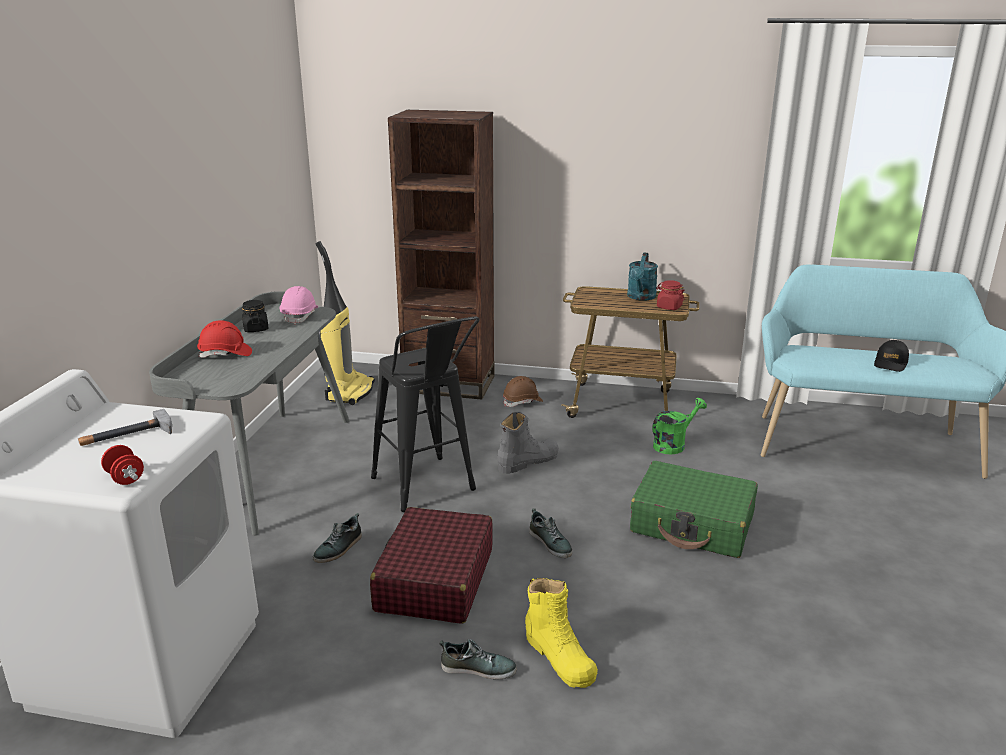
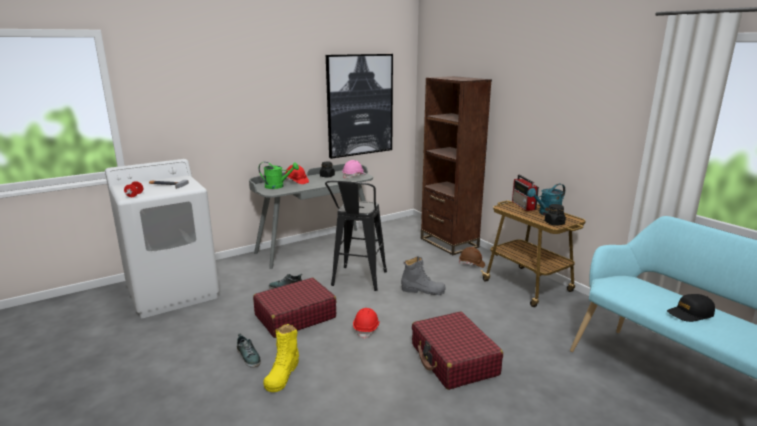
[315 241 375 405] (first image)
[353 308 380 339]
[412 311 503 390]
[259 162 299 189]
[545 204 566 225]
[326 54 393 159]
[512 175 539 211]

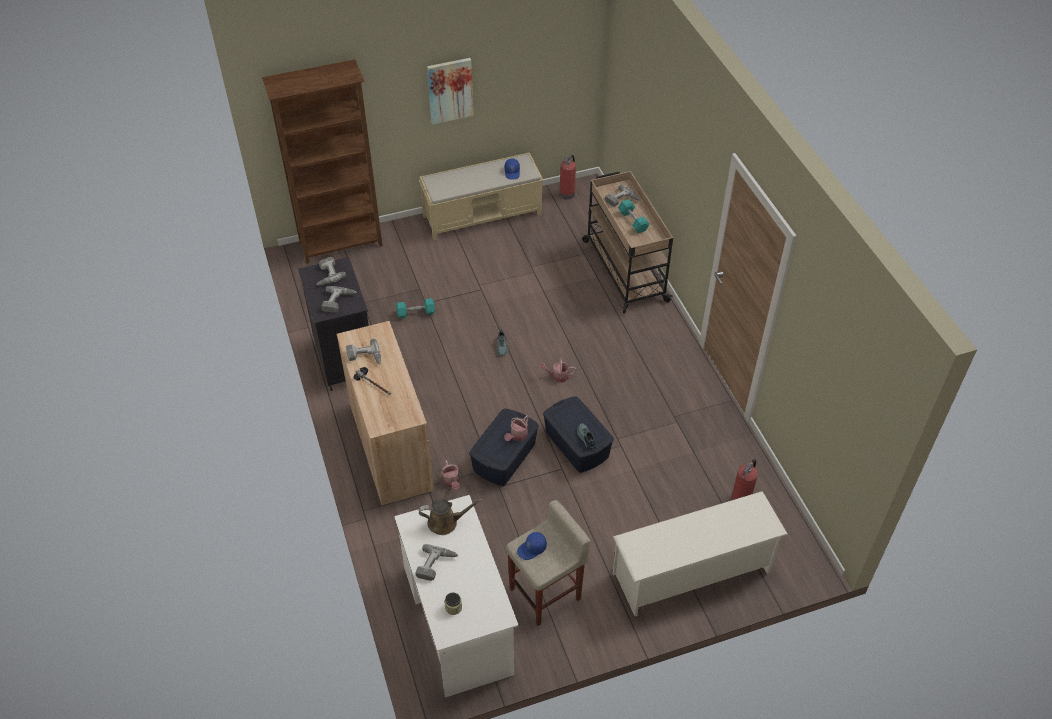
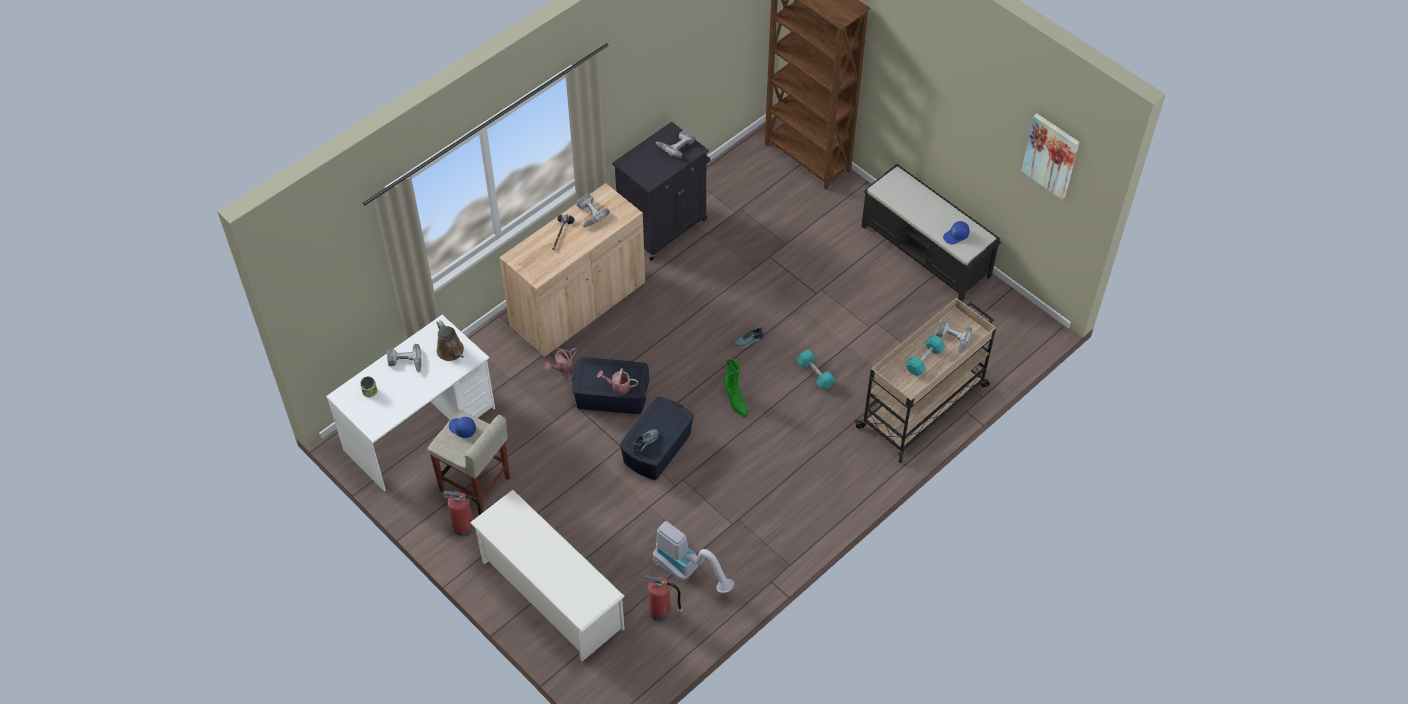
[321 286 357 312] (first image)
[797 350 835 390]
[861 164 1001 301]
[1021 114 1079 199]
[723 359 748 418]
[443 490 481 537]
[653 521 734 593]

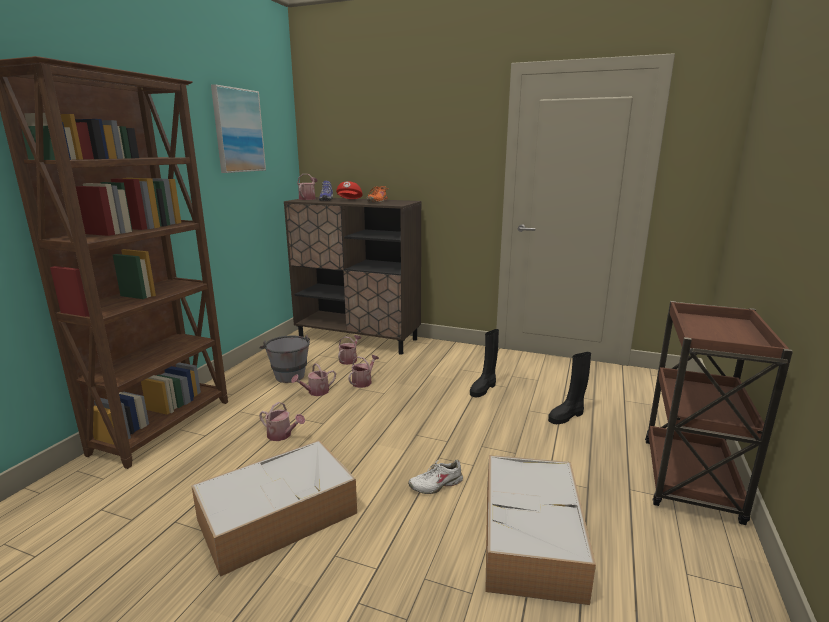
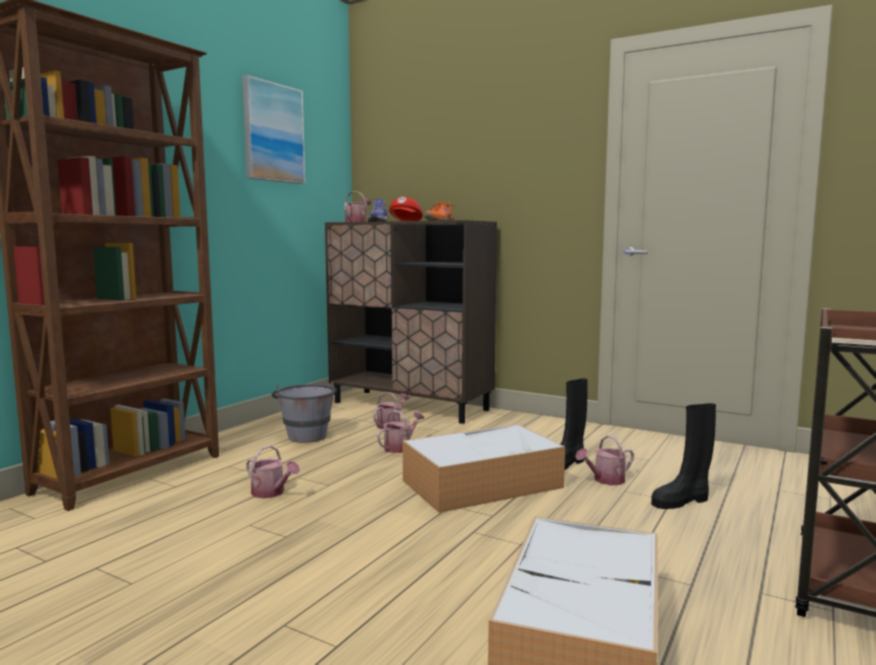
[403 424 565 513]
[575 435 634 485]
[408 459 463 494] (first image)

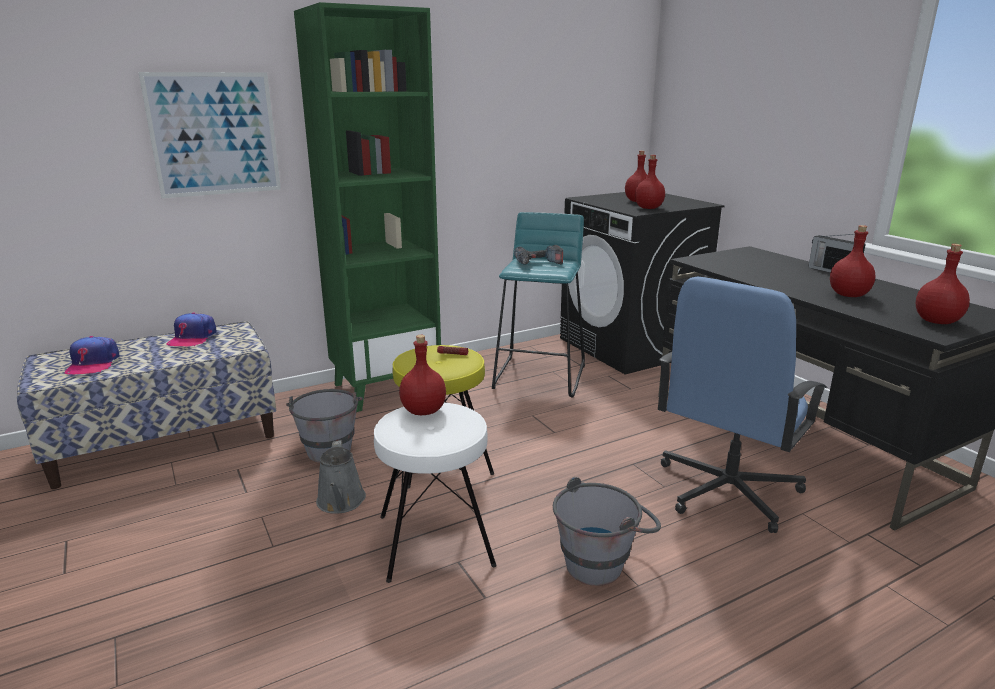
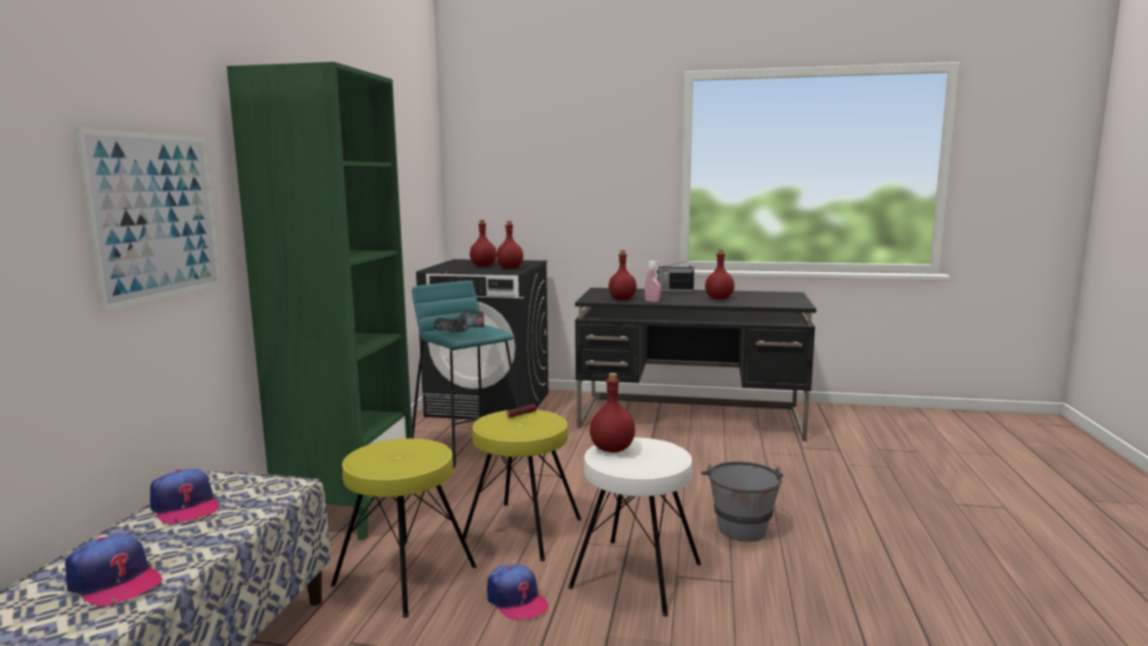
[331 438 477 618]
[487 564 549 620]
[658 277 828 533] (first image)
[608 250 637 300]
[645 261 661 302]

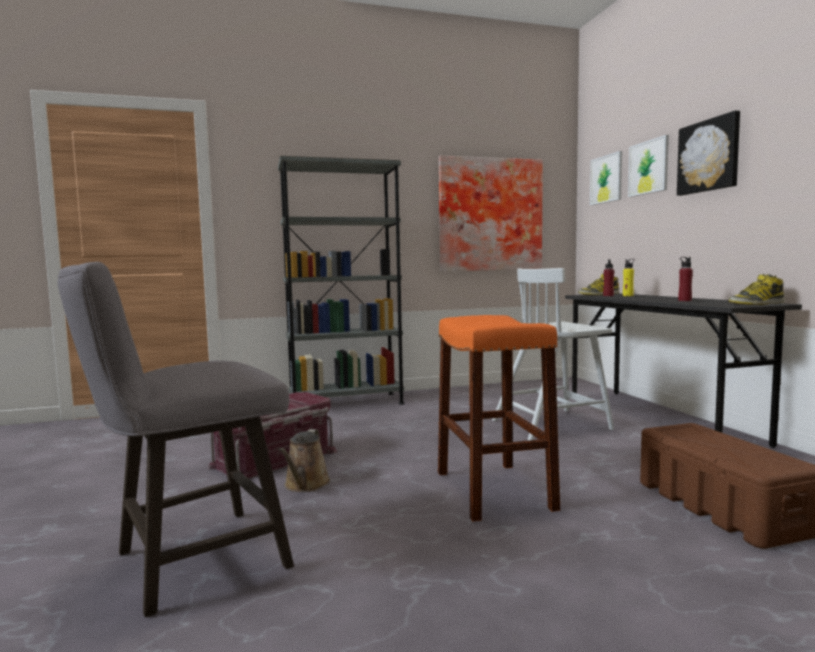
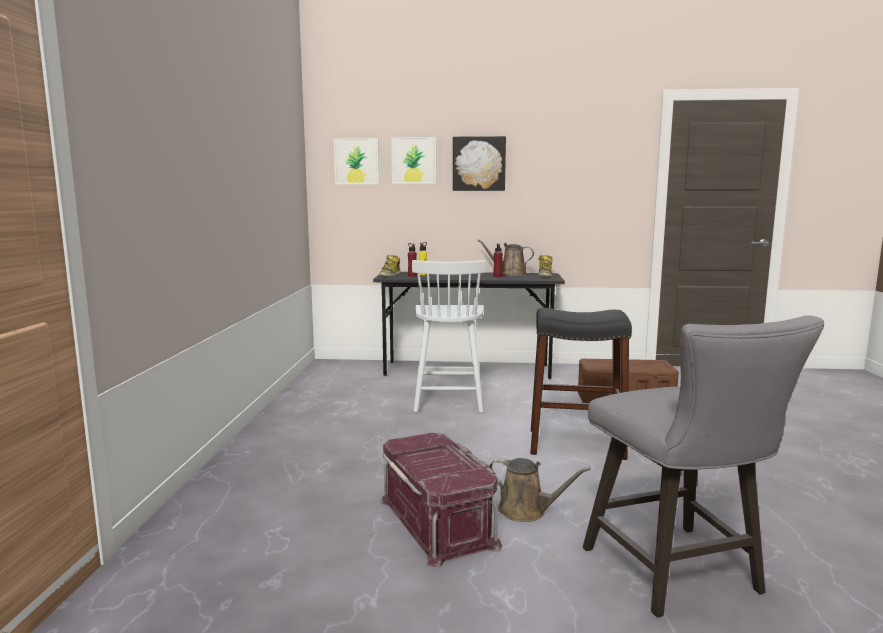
[278 156 405 405] (first image)
[531 308 632 460]
[439 156 543 271] (first image)
[477 239 534 276]

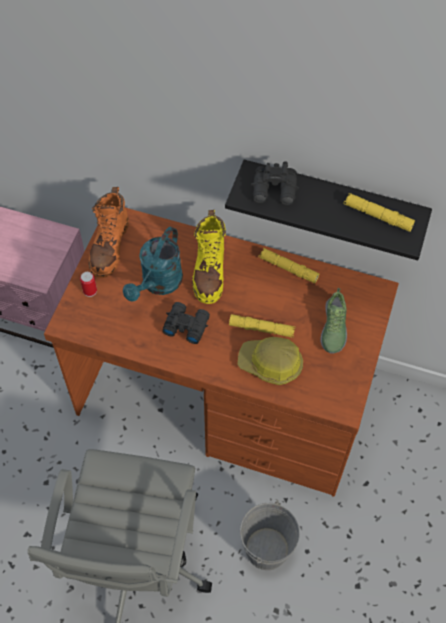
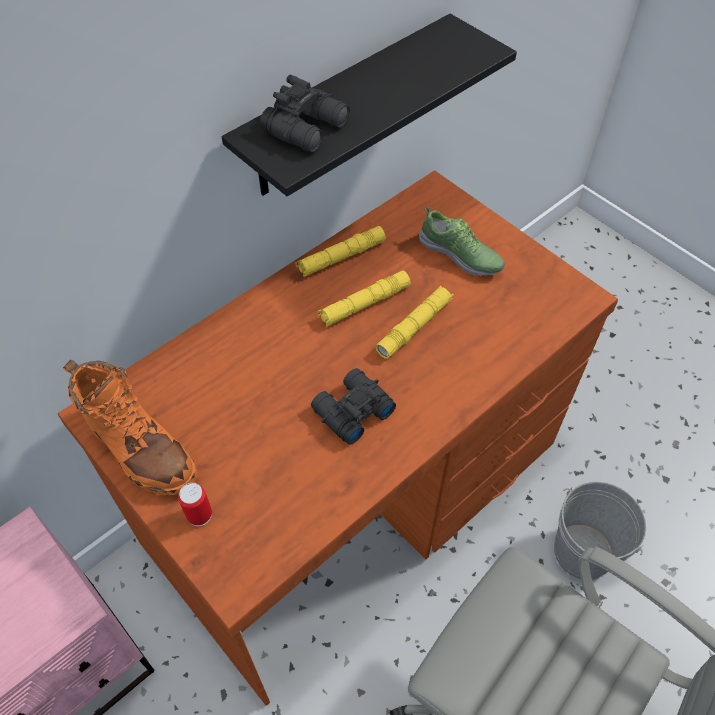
[123 227 183 302] (first image)
[192 210 226 304] (first image)
[237 337 303 385] (first image)
[317 270 411 327]

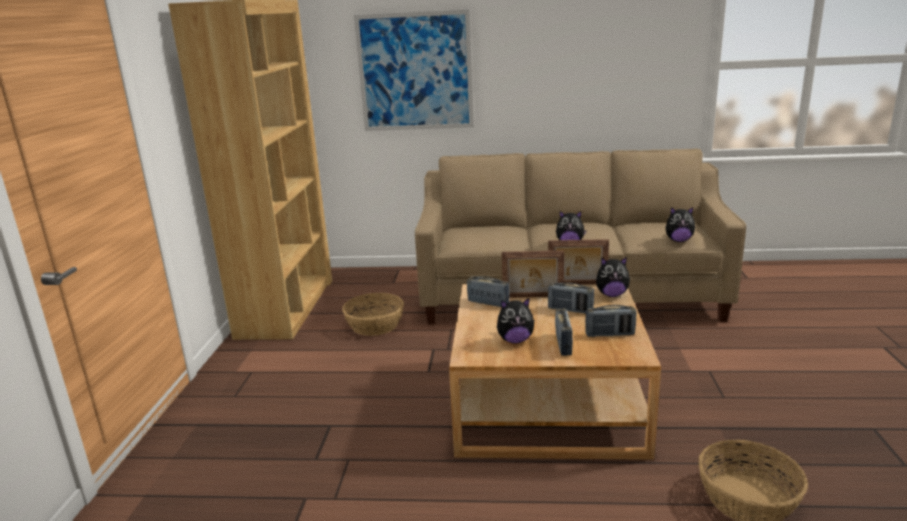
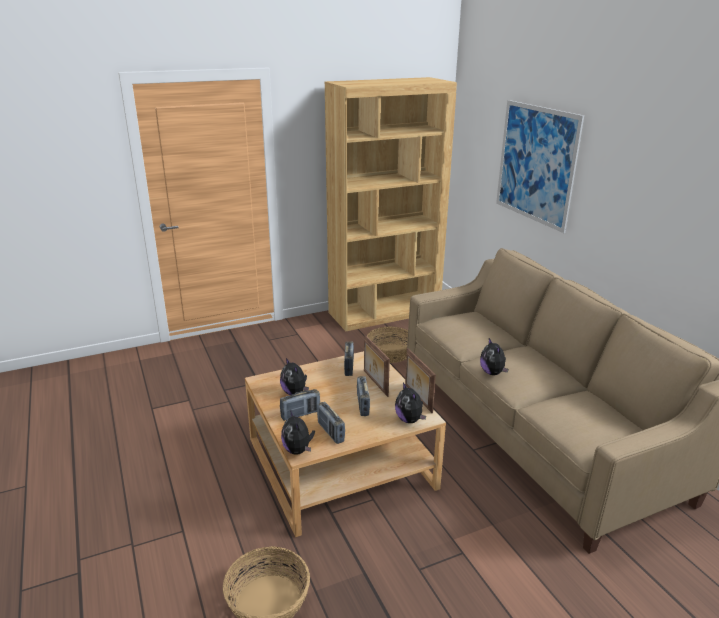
[281 410 315 455]

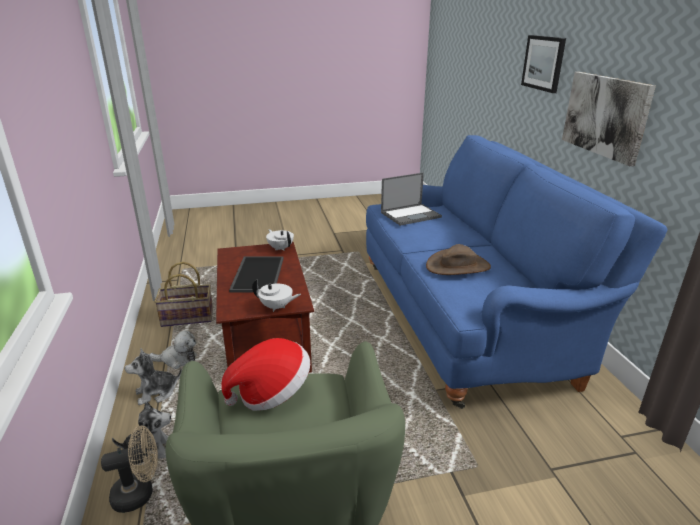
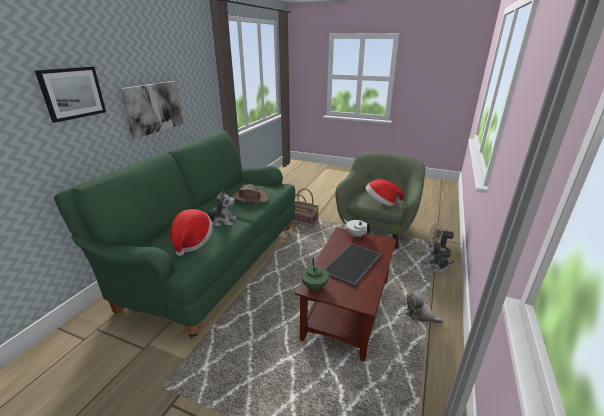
[203 189 237 226]
[293 188 319 227]
[301 258 329 292]
[54 131 295 338]
[170 209 213 256]

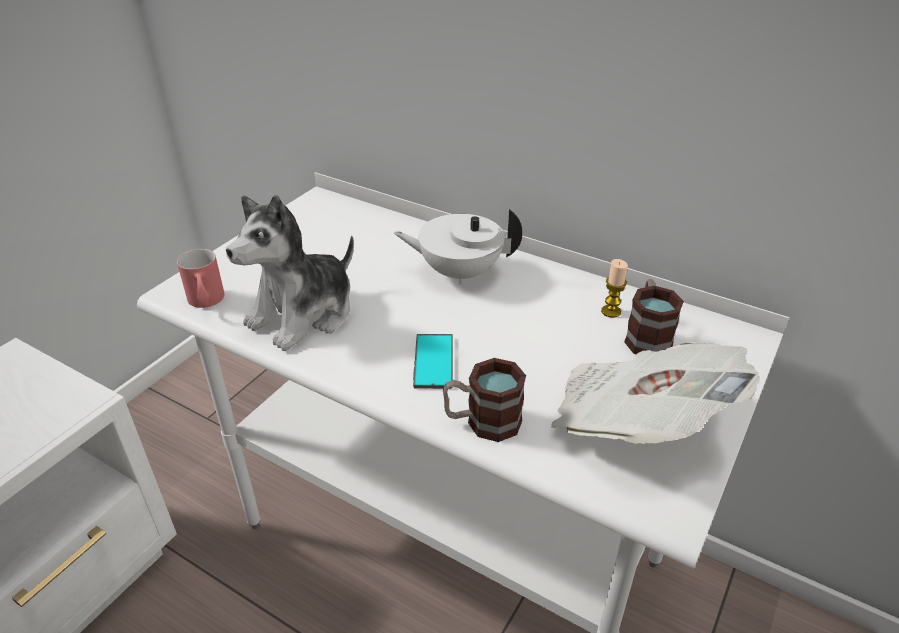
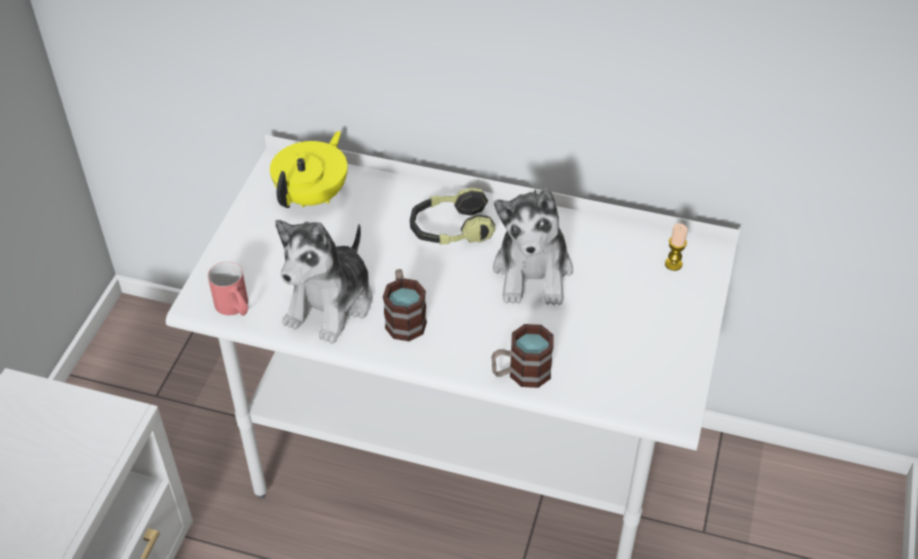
[410 187 496 245]
[413 334 453 389] (first image)
[551 342 760 444] (first image)
[665 223 688 271]
[383 269 427 341]
[270 131 347 208]
[493 188 573 305]

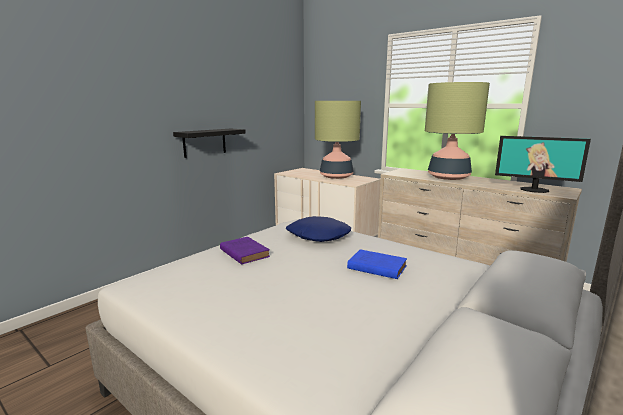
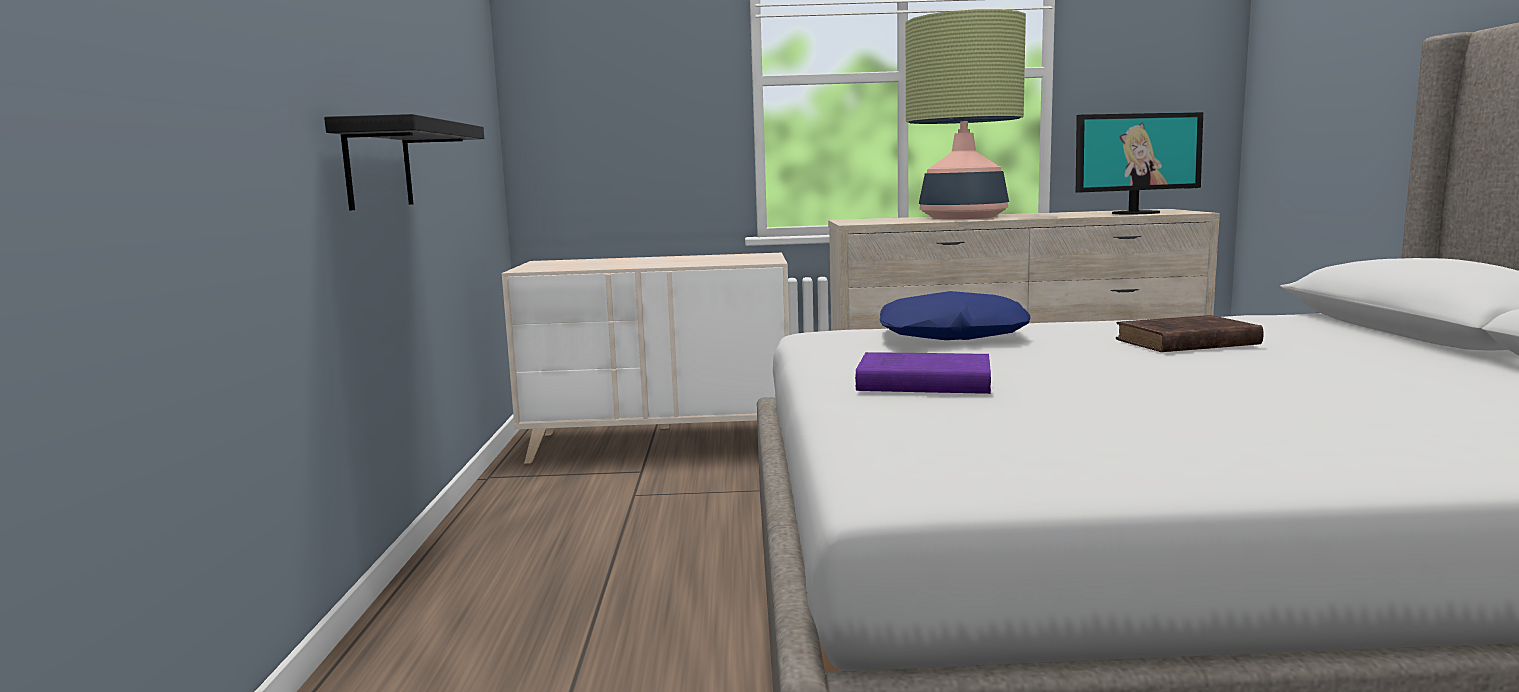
[315 101 361 179] (first image)
[1116 315 1264 352]

